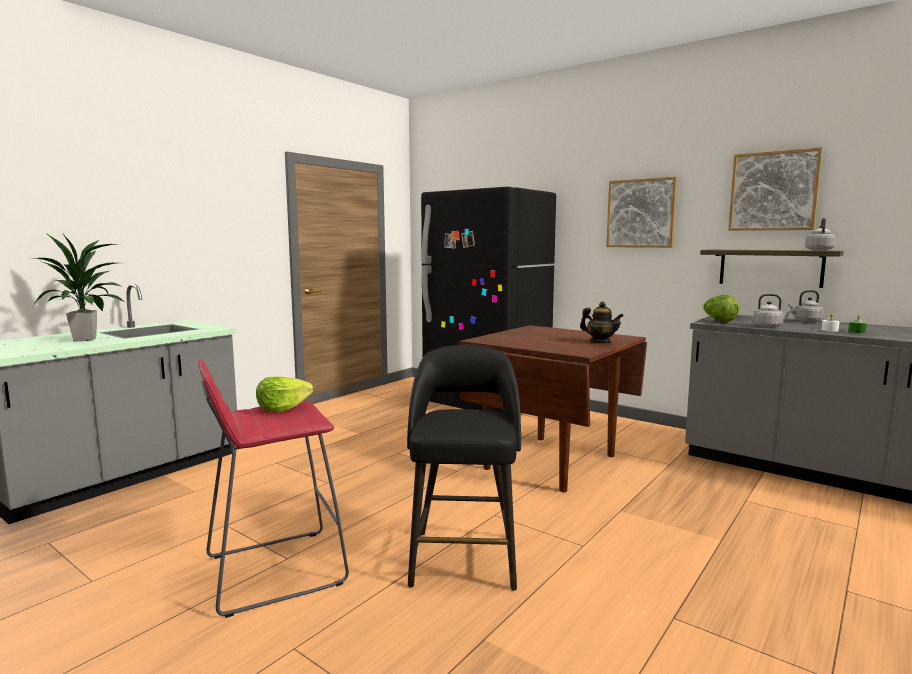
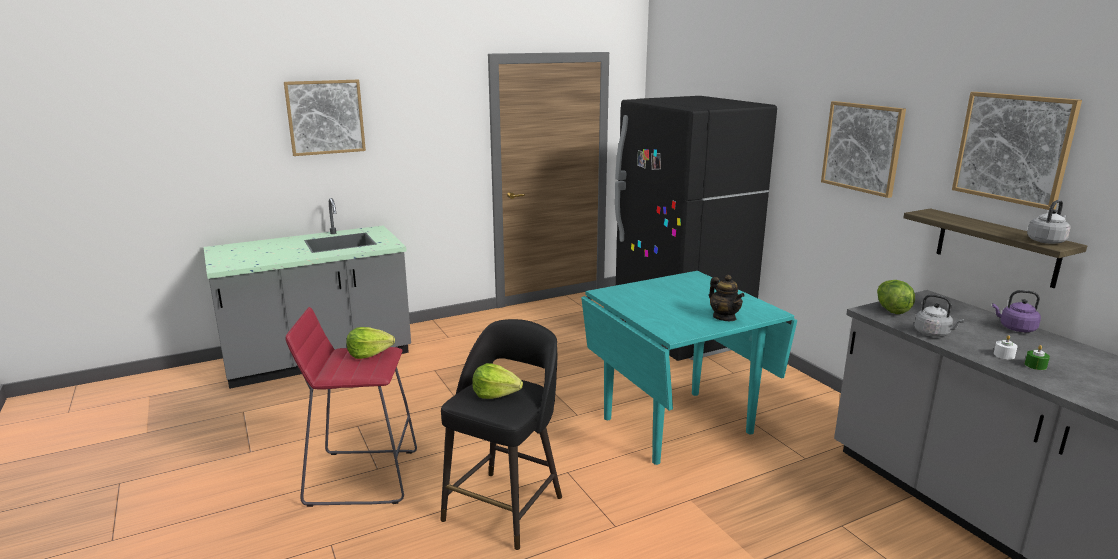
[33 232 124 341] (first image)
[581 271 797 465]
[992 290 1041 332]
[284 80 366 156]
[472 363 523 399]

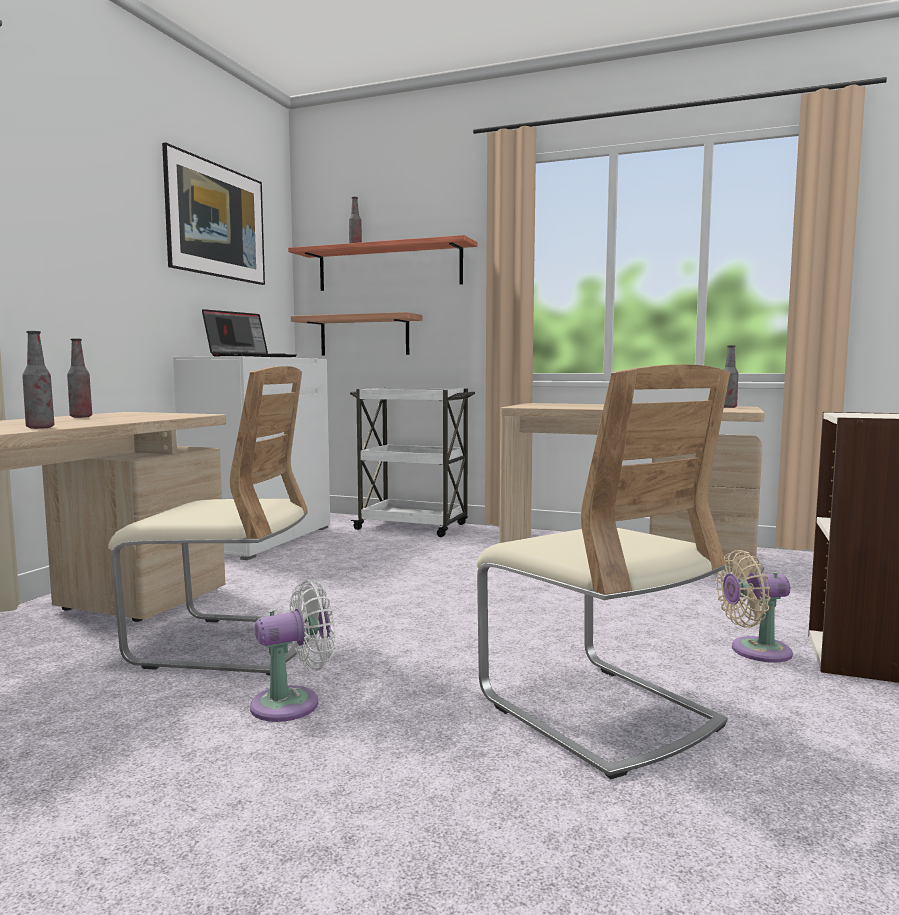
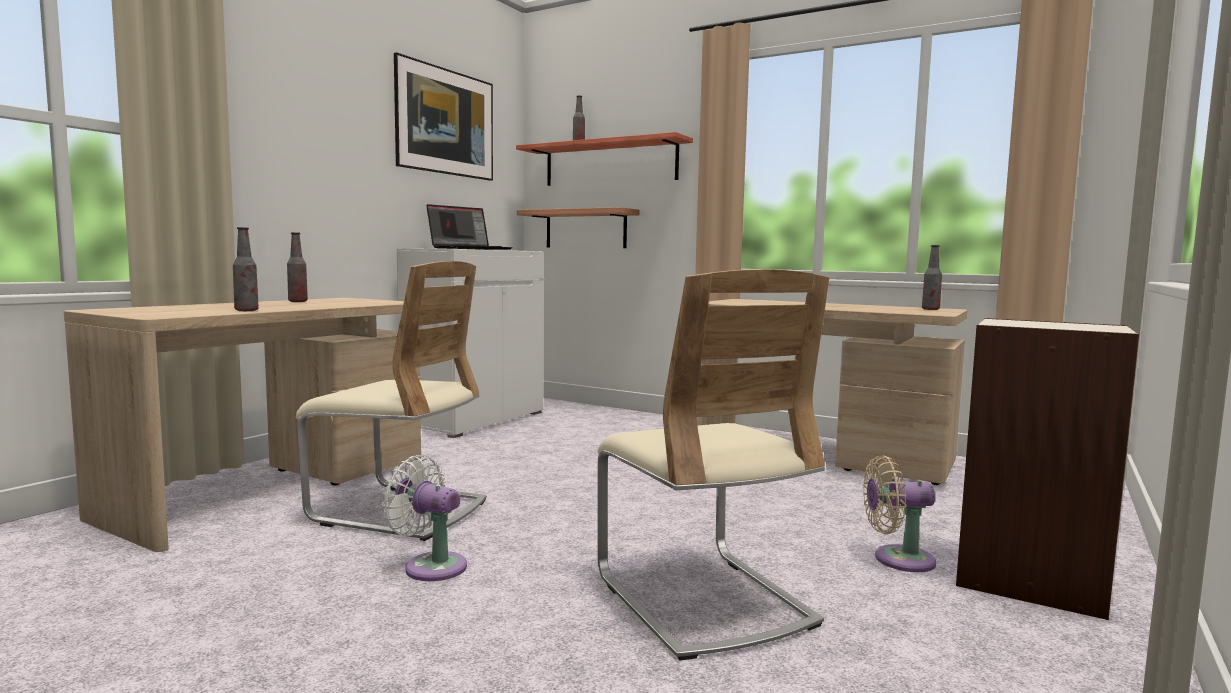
[381 455 467 581]
[350 388 475 537] (first image)

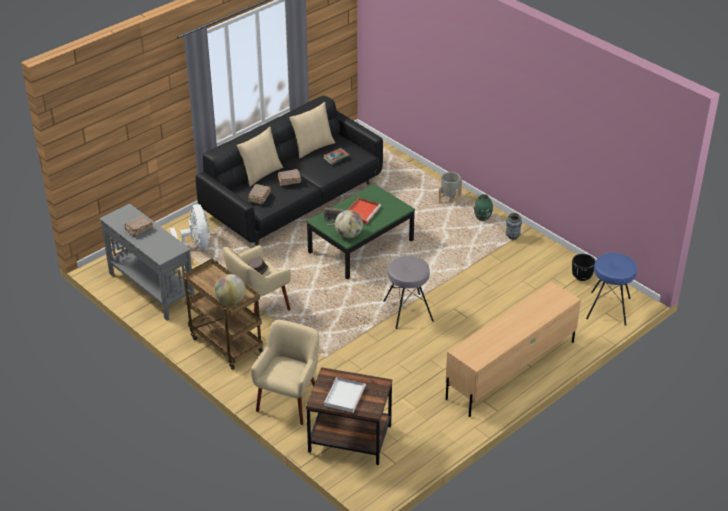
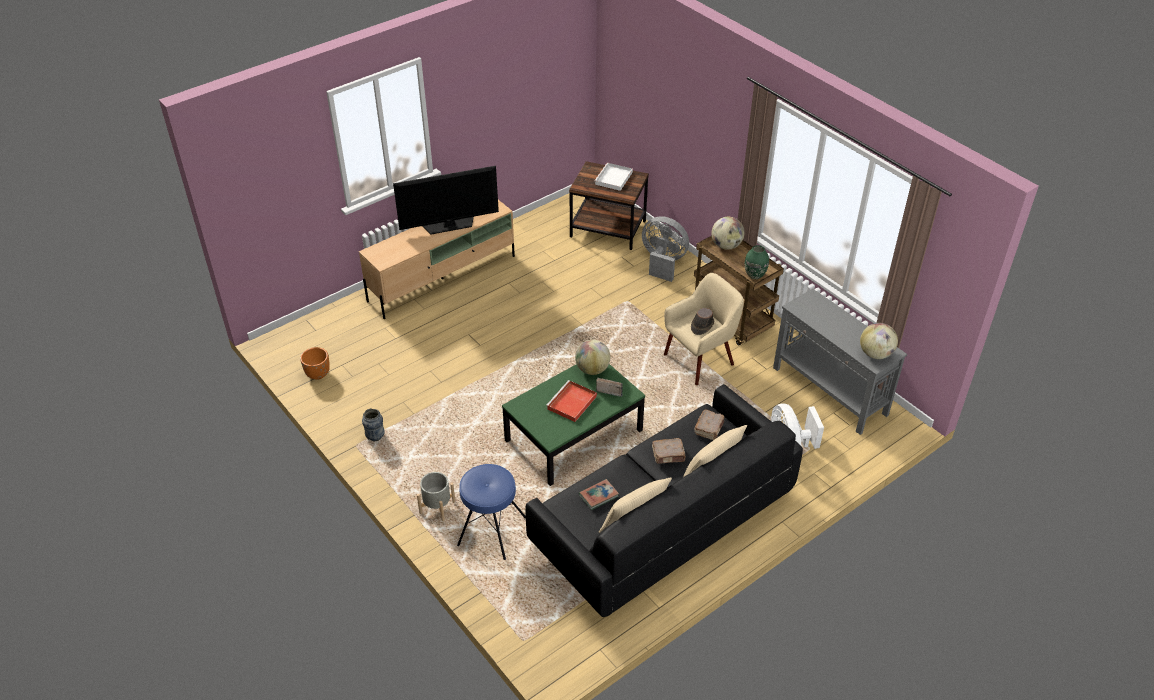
[125 215 153 237] (first image)
[642 216 689 282]
[383 256 434 329] (first image)
[745 245 769 279]
[300 347 330 380]
[457 464 526 560]
[393 166 499 234]
[860 323 898 359]

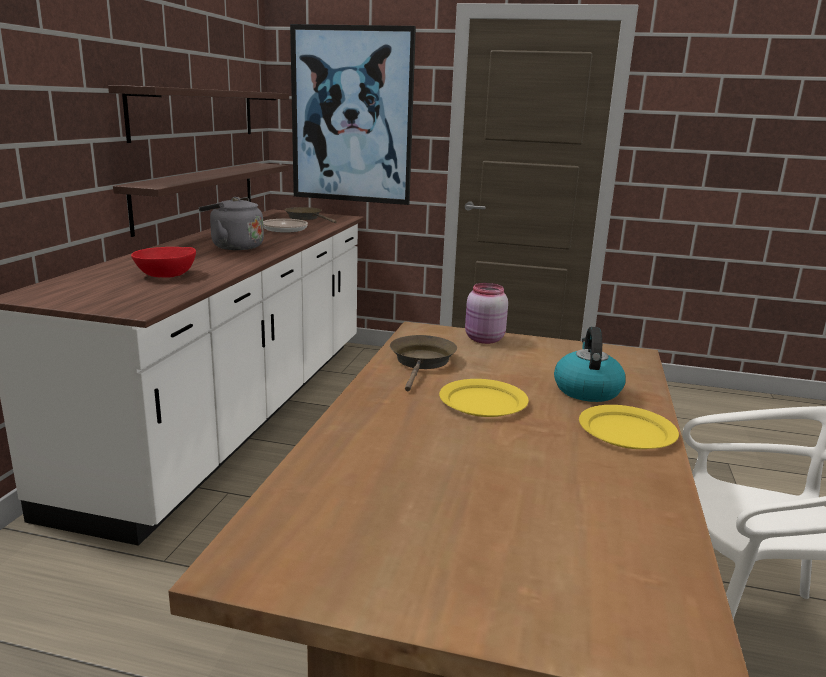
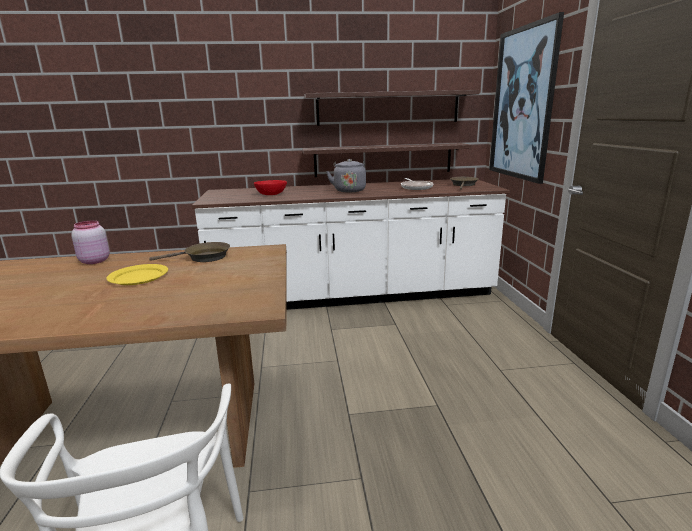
[71 221 109 264]
[554 327 626 402] (first image)
[579 405 679 449] (first image)

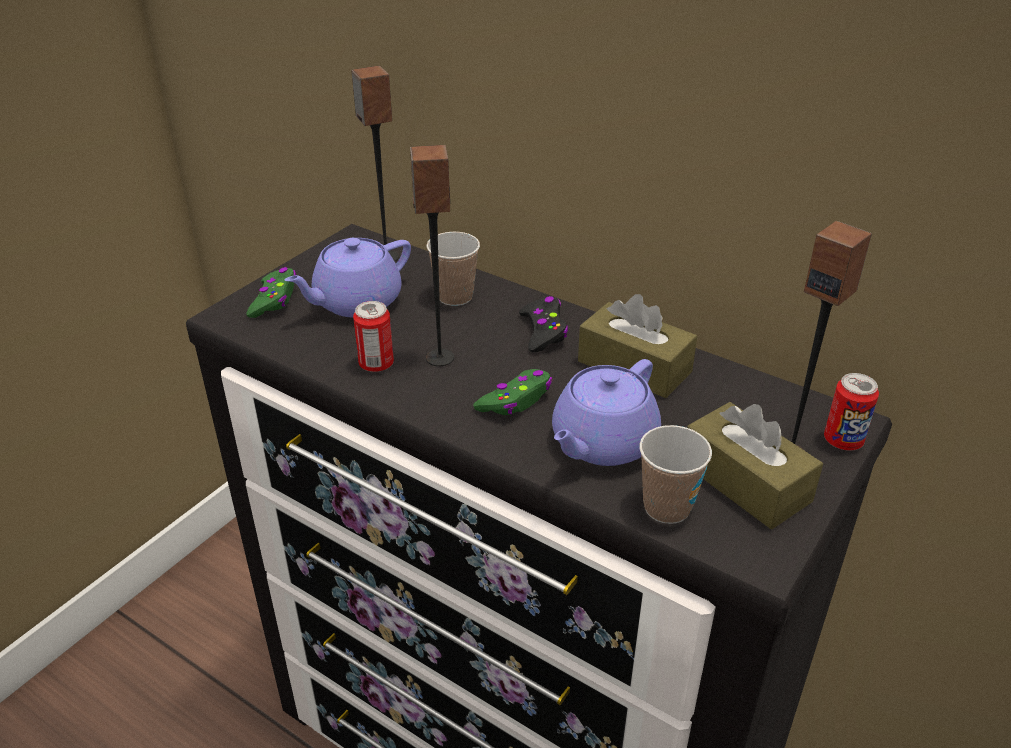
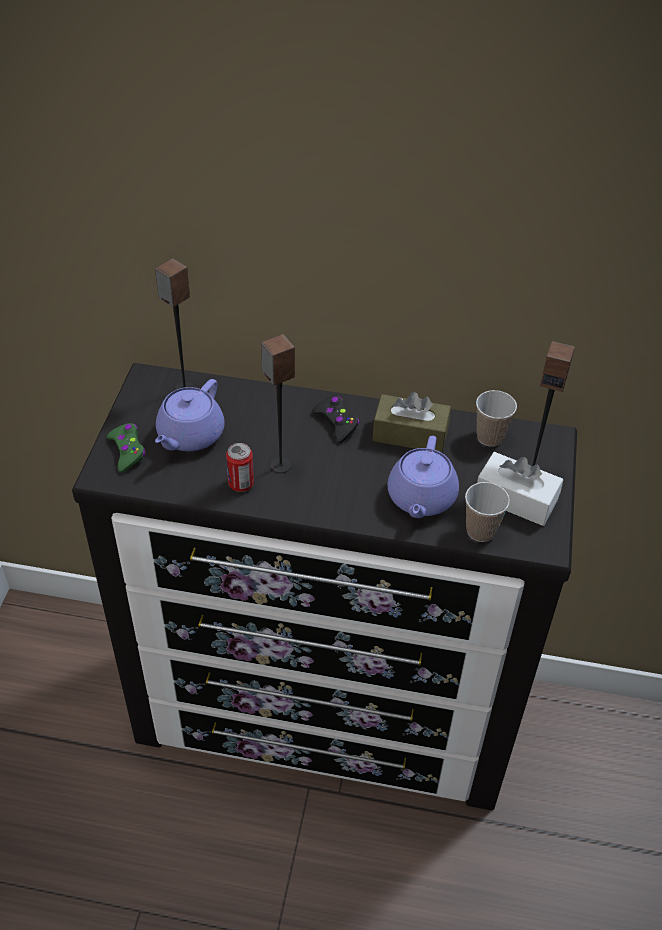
[476 390 517 447]
[473 369 552 415] (first image)
[477 452 564 526]
[824 373 879 451] (first image)

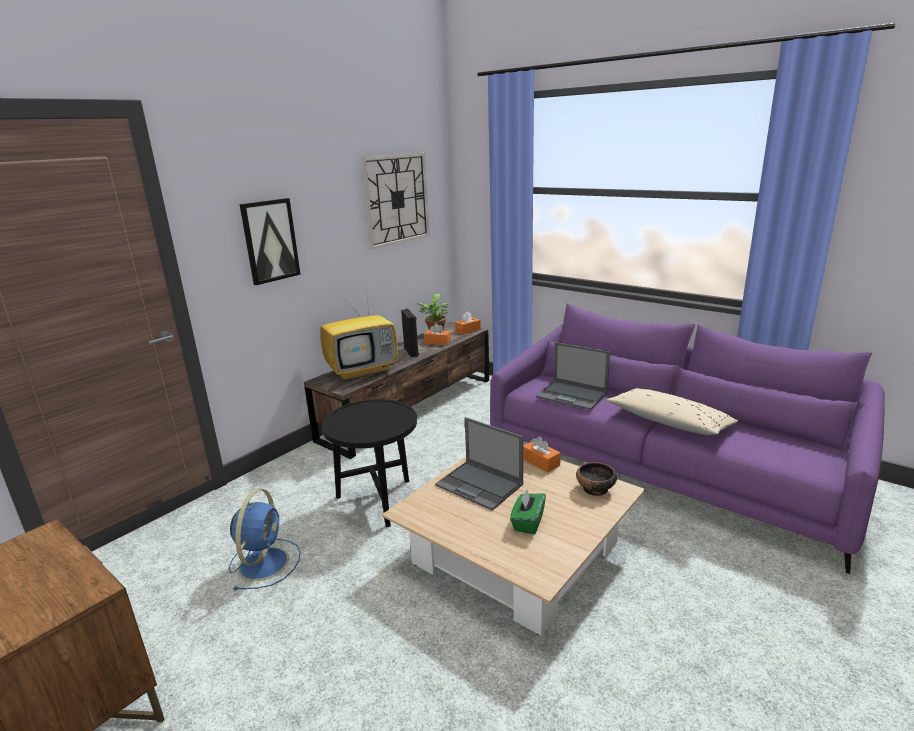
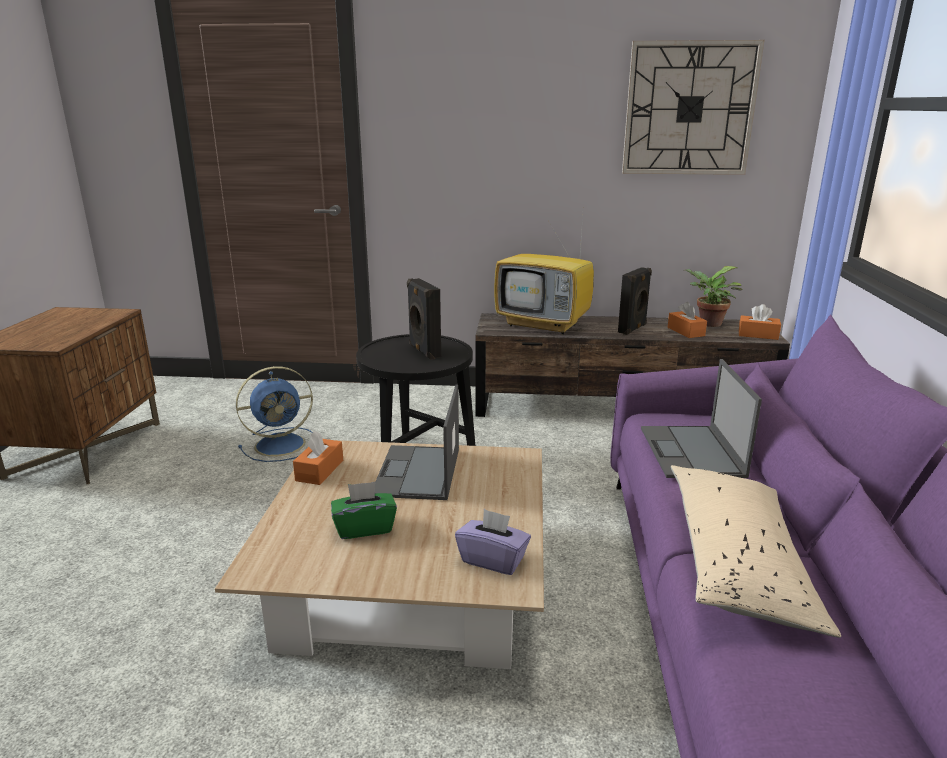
[239 198 301 285] (first image)
[293 431 343 485]
[455 509 531 575]
[407 278 441 360]

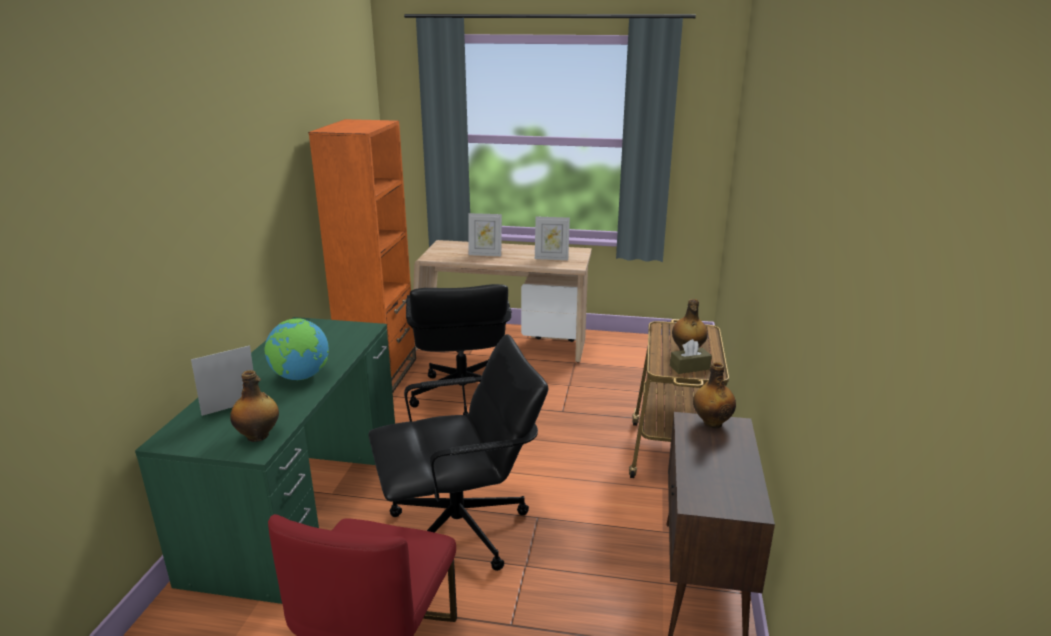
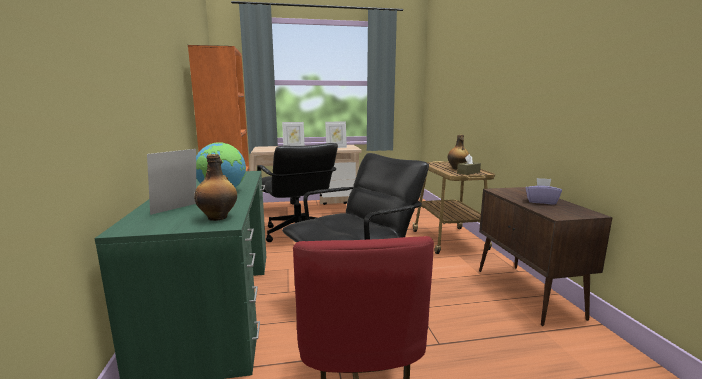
[693 362 736 428] (first image)
[526 178 562 204]

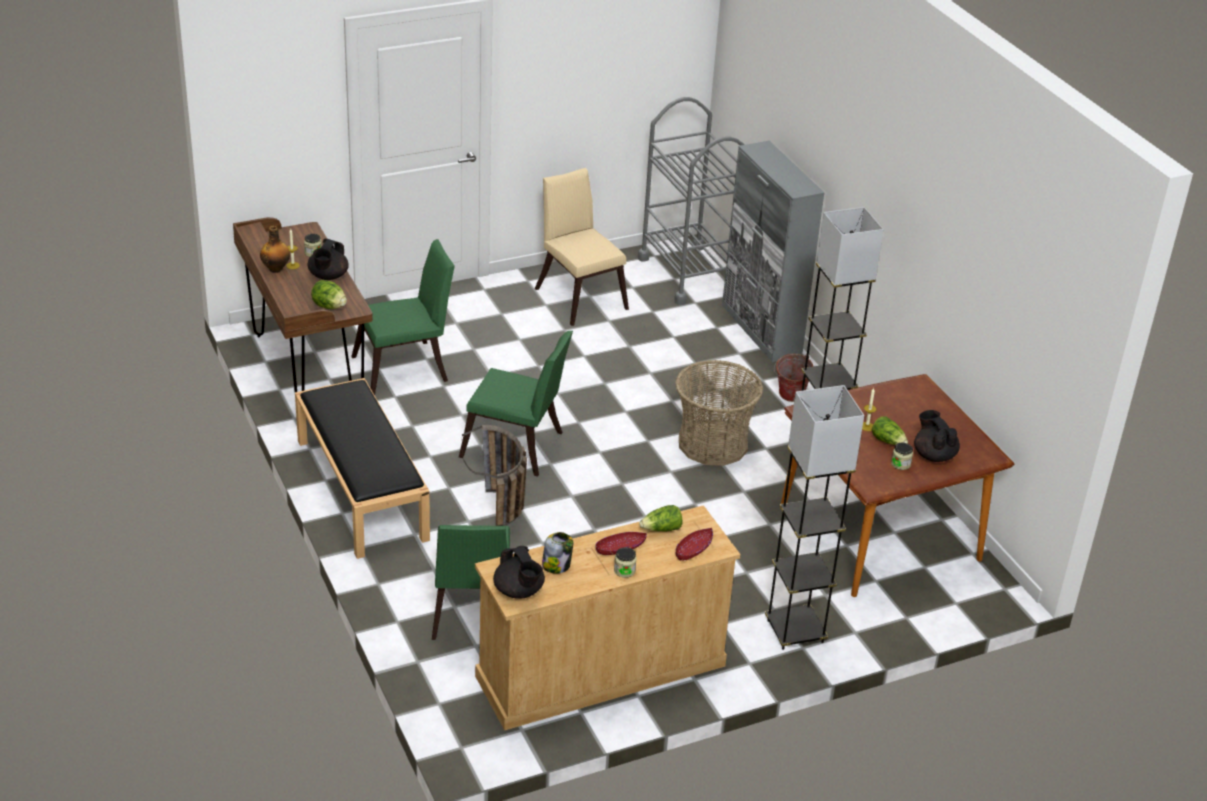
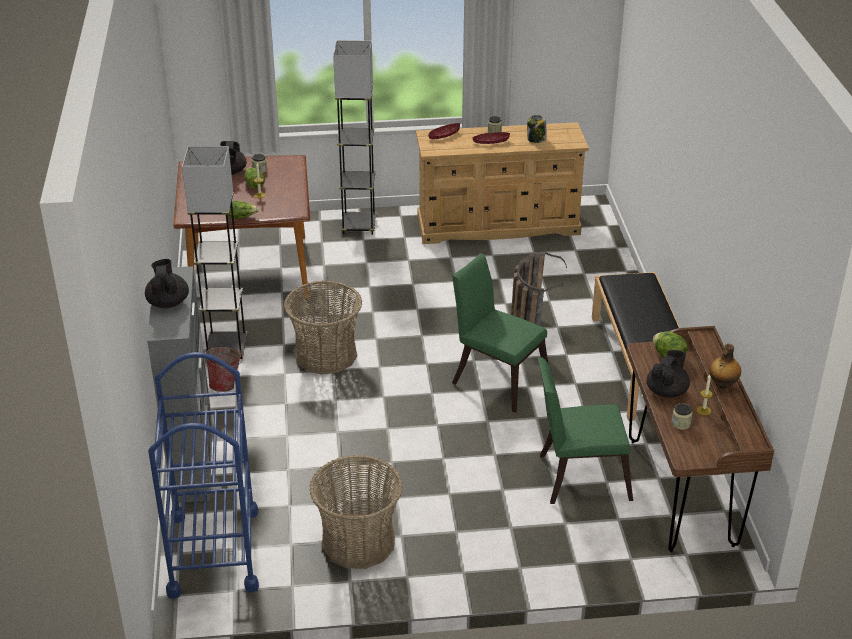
[432 525 510 640] (first image)
[145 259 189 308]
[310 455 403 569]
[148 352 259 599]
[228 201 259 219]

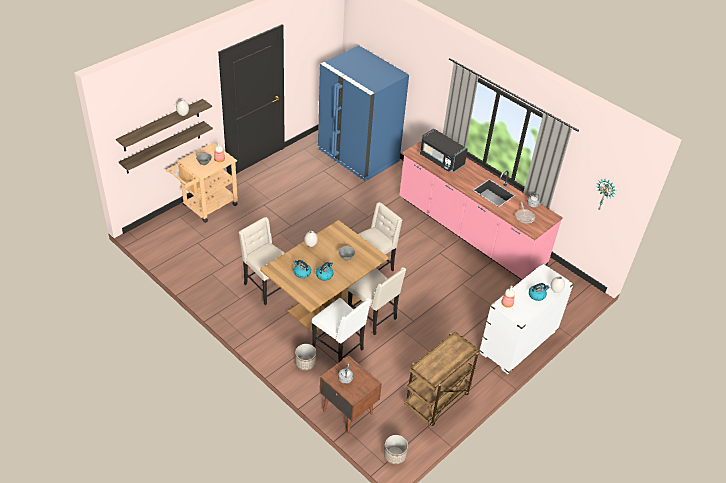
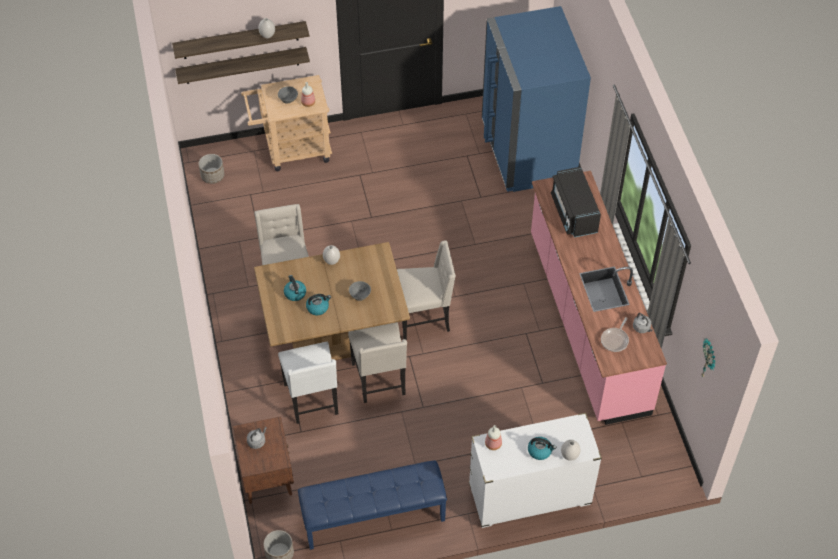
[198 154 225 184]
[298 461 447 550]

